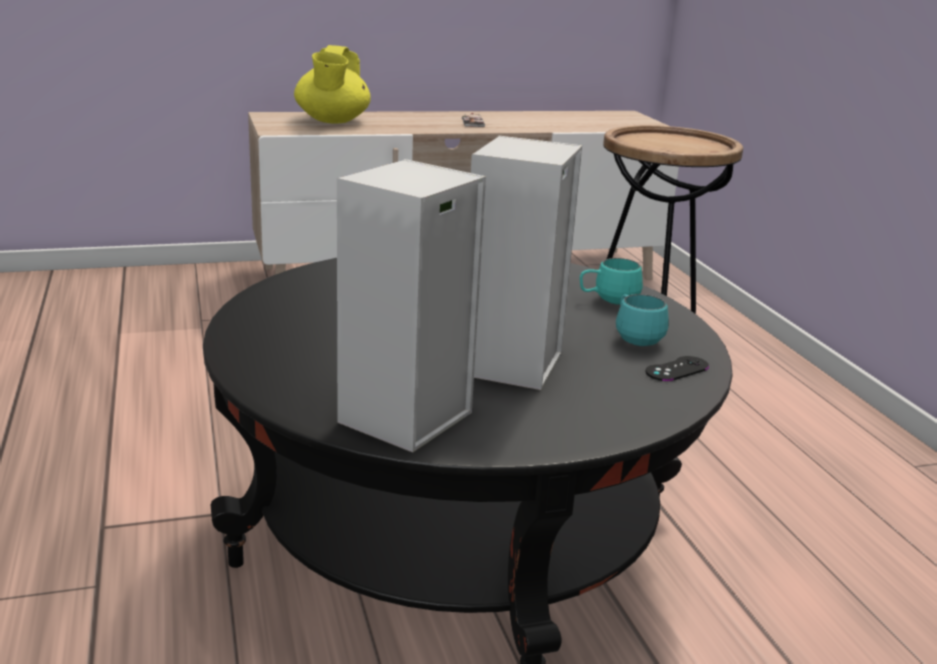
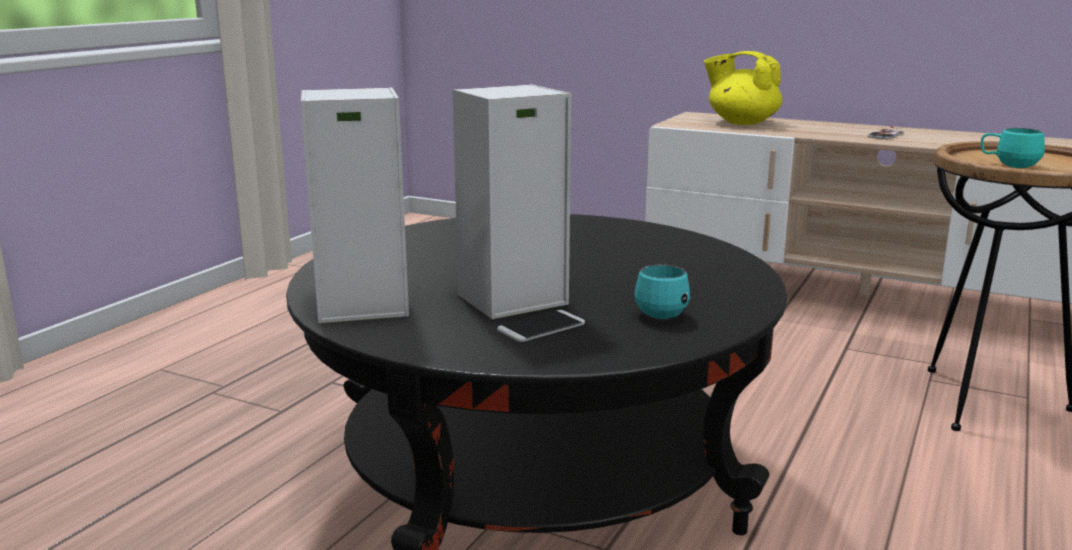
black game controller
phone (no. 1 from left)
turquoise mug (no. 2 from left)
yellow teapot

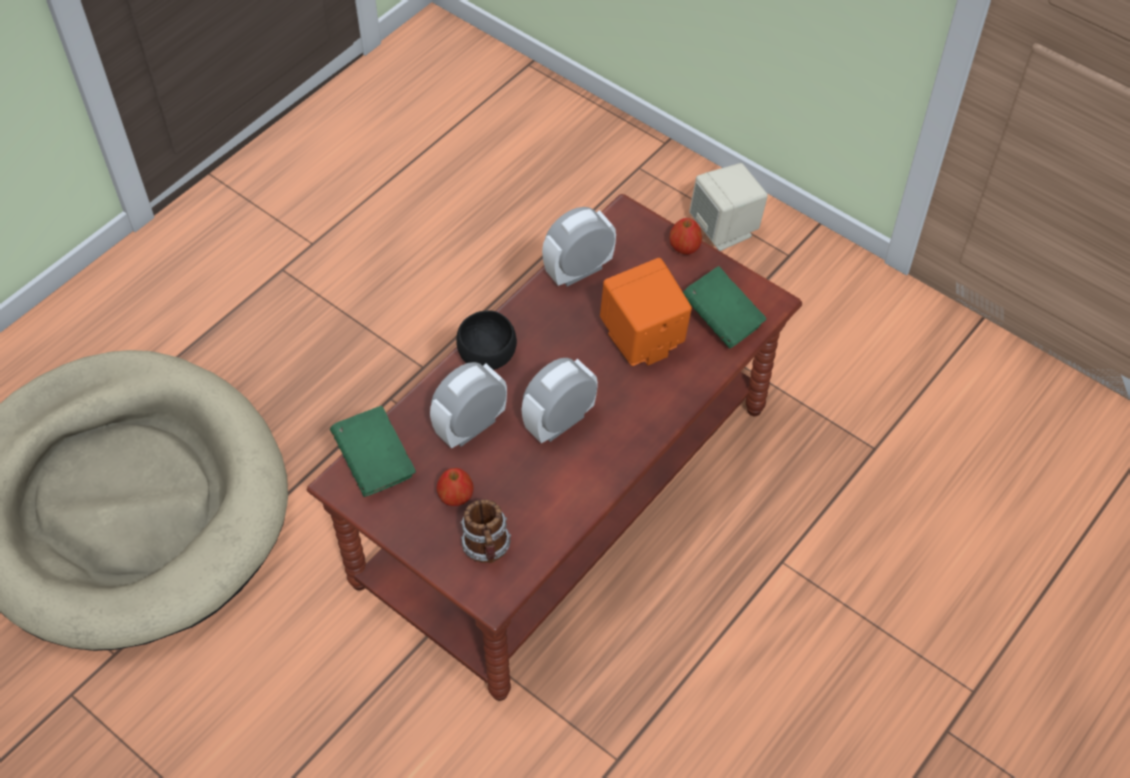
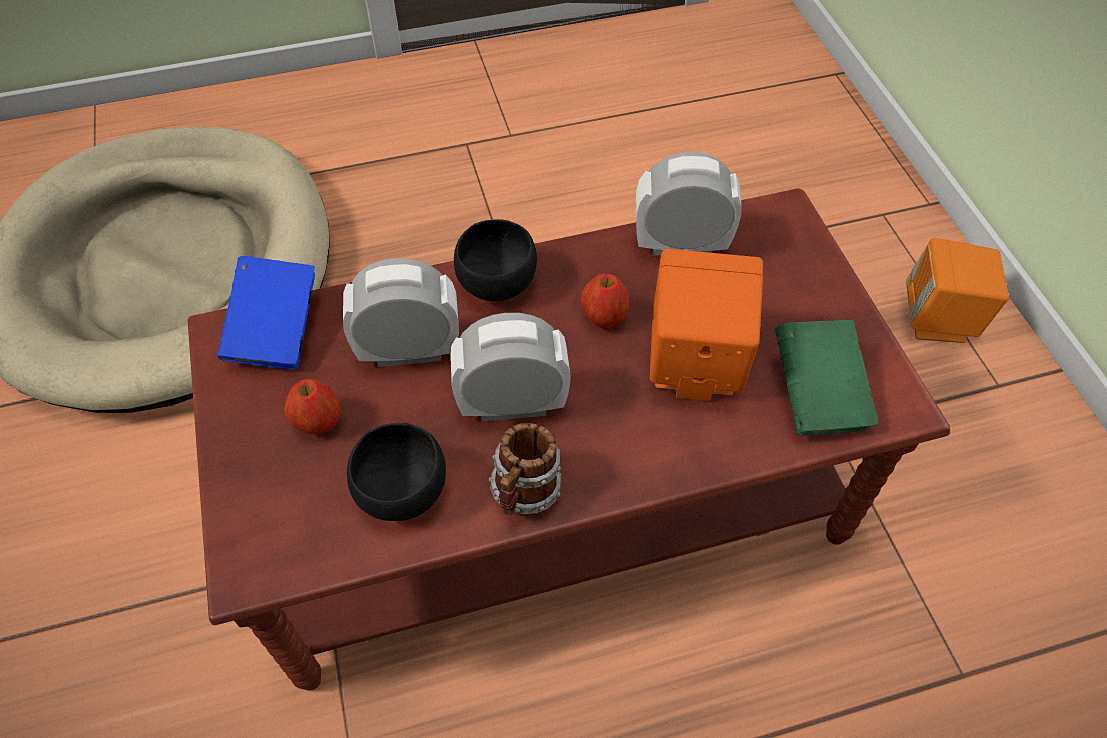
black bowl (no. 1 from left)
mug
apple (no. 2 from left)
blue book
orange speaker (no. 2 from left)

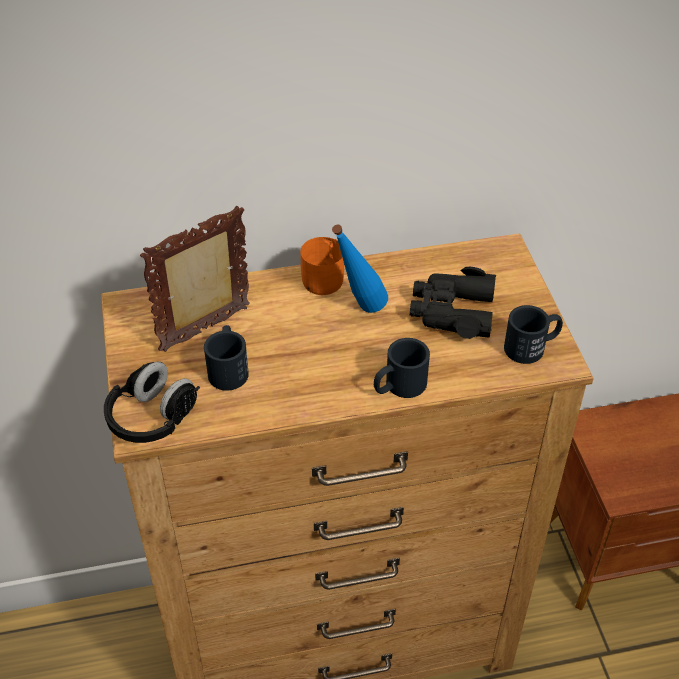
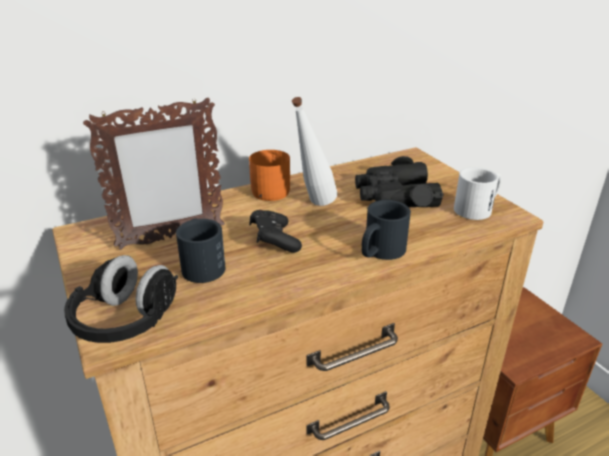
black game controller
white bottle
white mug
picture frame

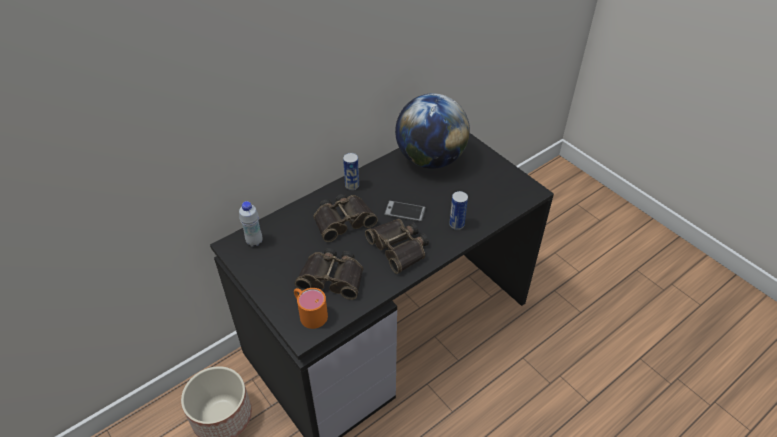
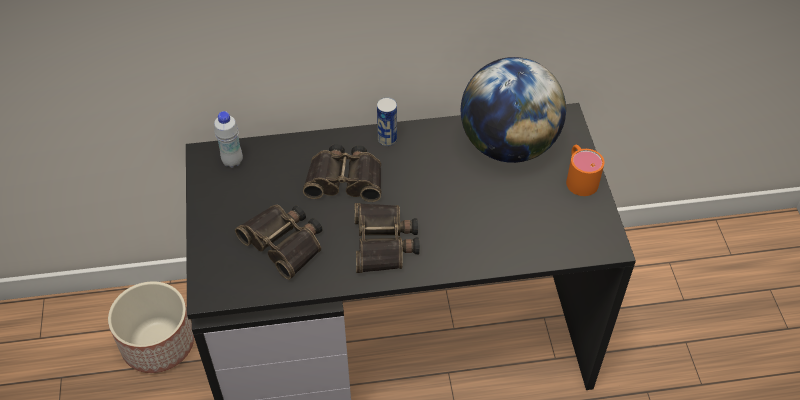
phone
can (no. 2 from left in the first image)
orange mug

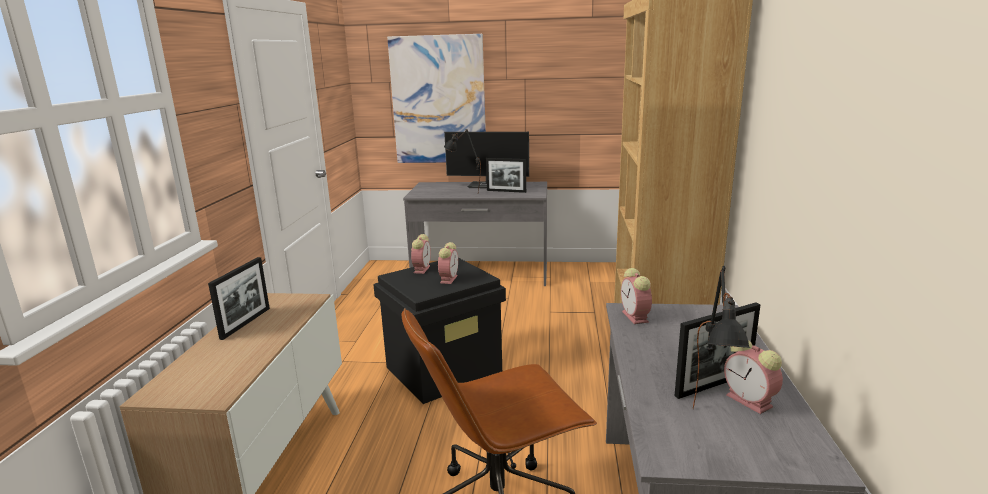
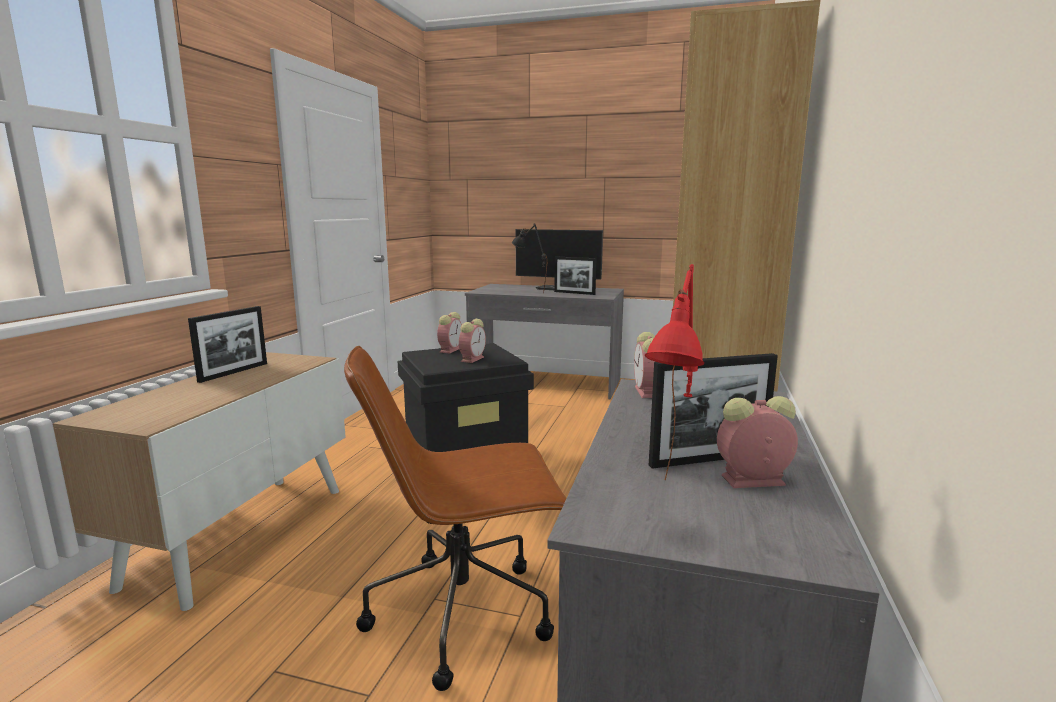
picture
red table lamp
alarm clock (no. 4 from left)

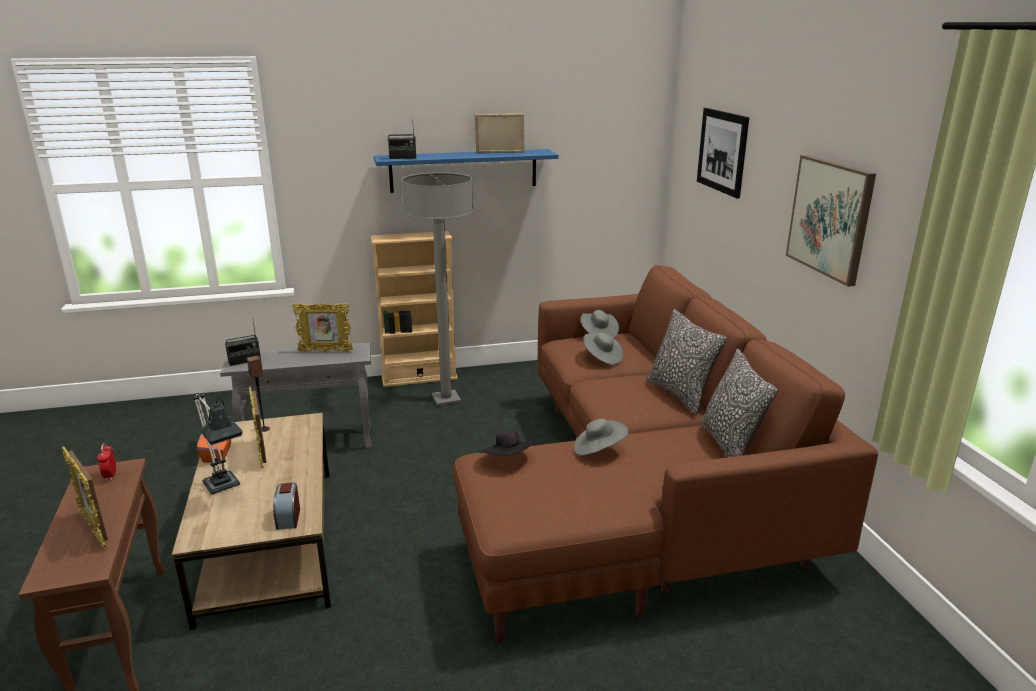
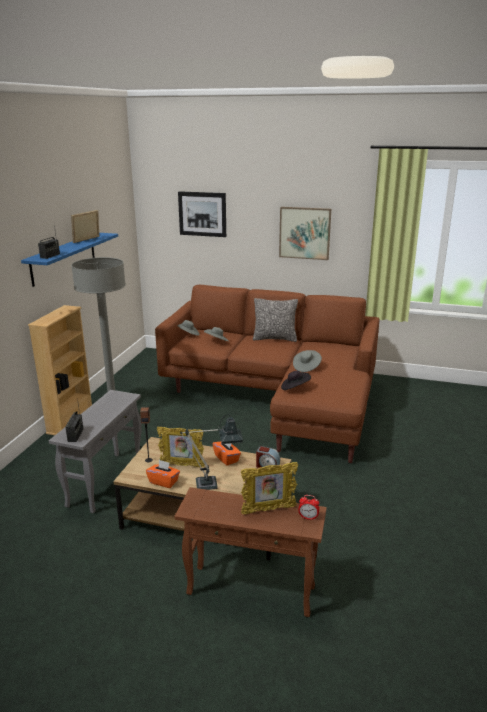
picture frame (no. 3 from left in the first image)
pillow (no. 2 from left in the first image)
orange tissue box (no. 2 from left)
alarm clock (no. 2 from left)

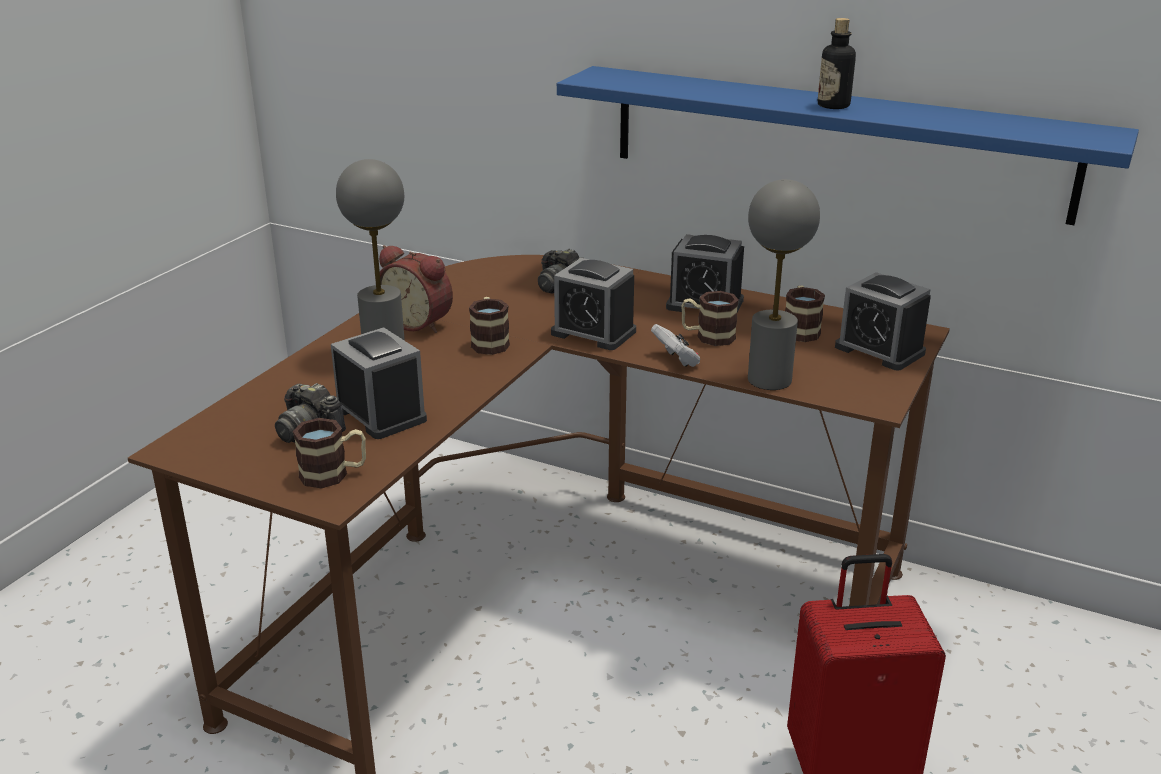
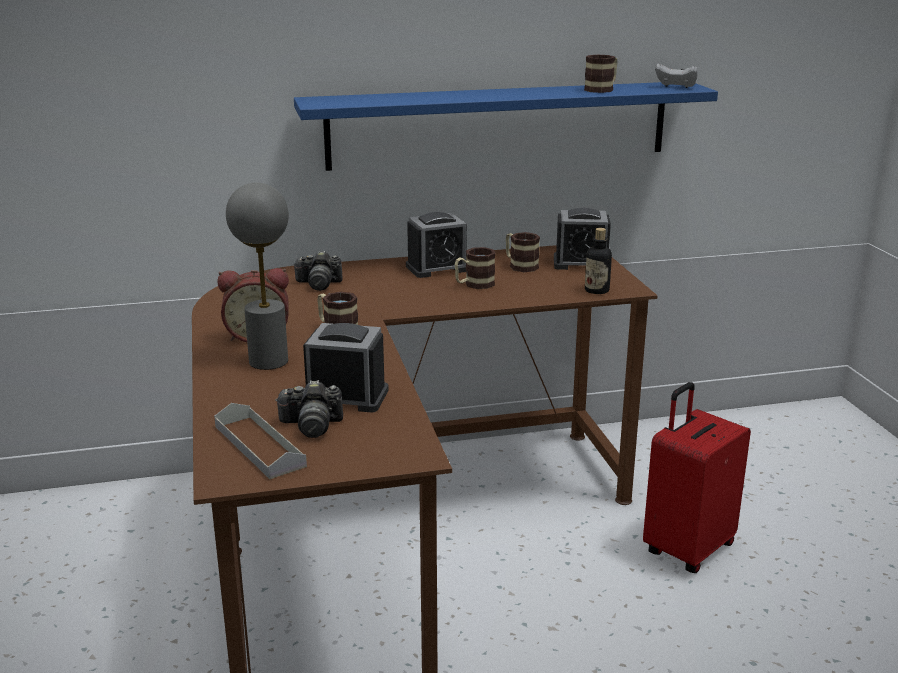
alarm clock (no. 3 from left in the first image)
grey table lamp (no. 2 from left in the first image)
grey tray
mug (no. 4 from left)
white game controller
bottle

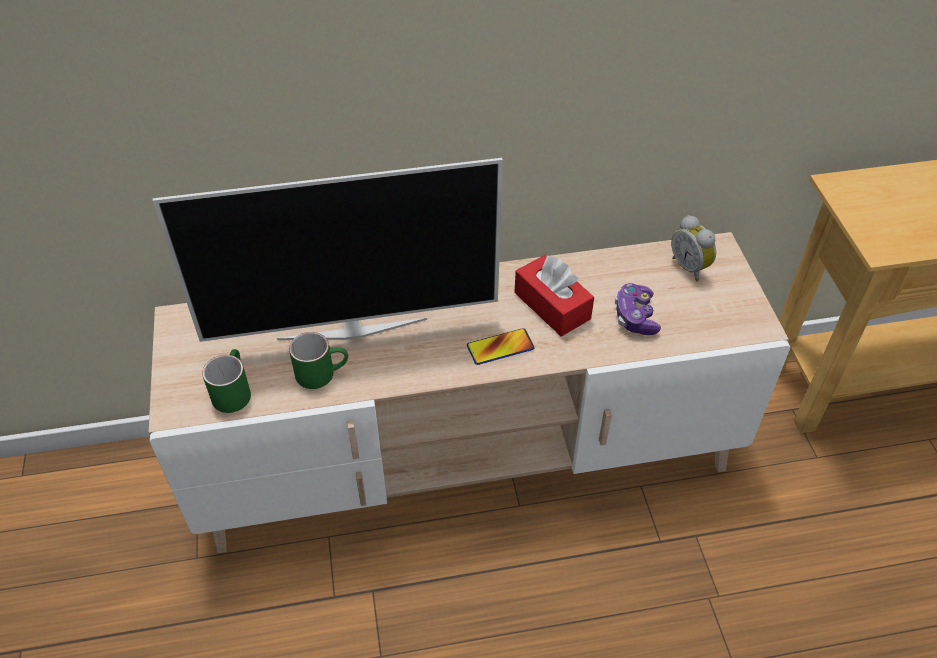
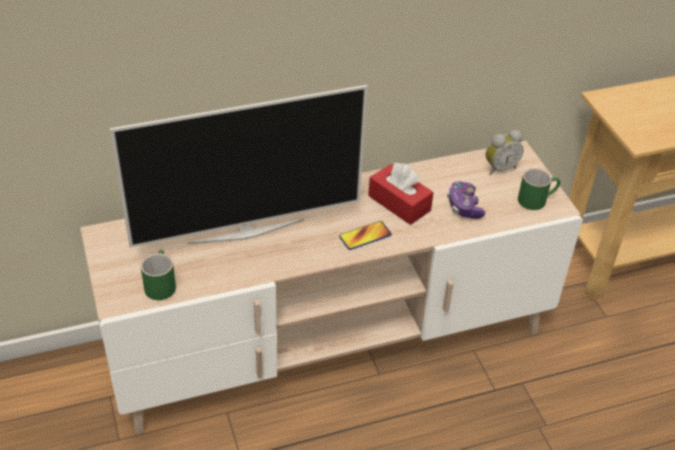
green mug (no. 2 from left)
alarm clock

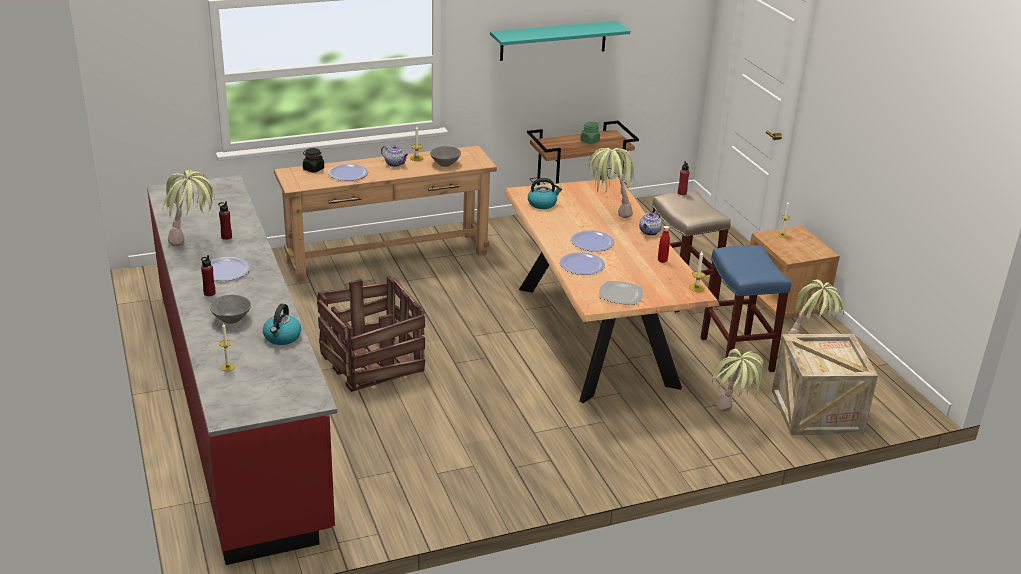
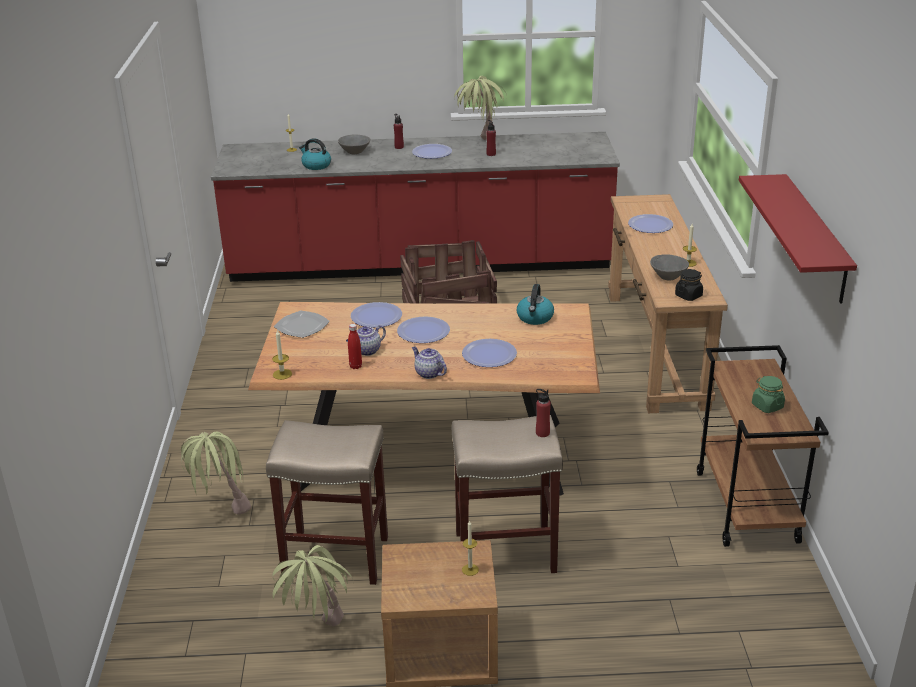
crate (no. 2 from left in the first image)
black jar
teapot (no. 1 from left)
plate (no. 5 from left)
red shelf
beige stool (no. 1 from left)

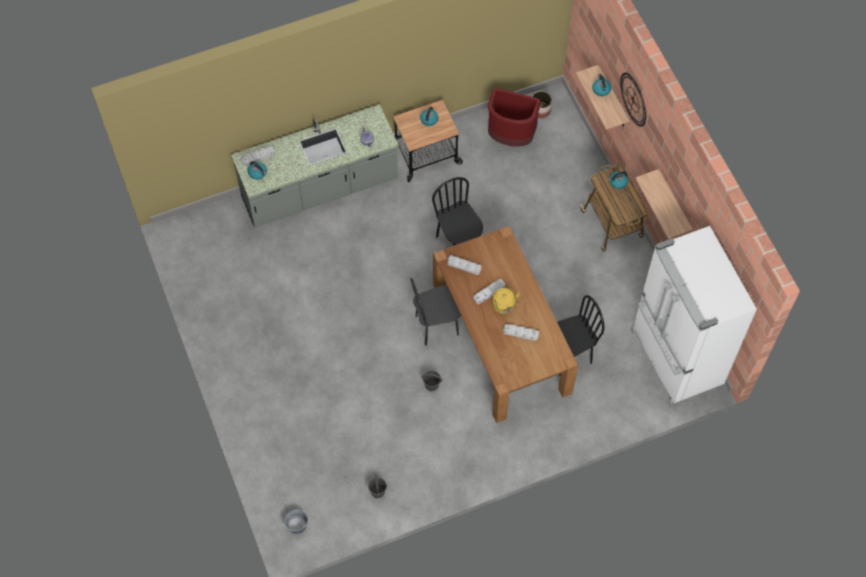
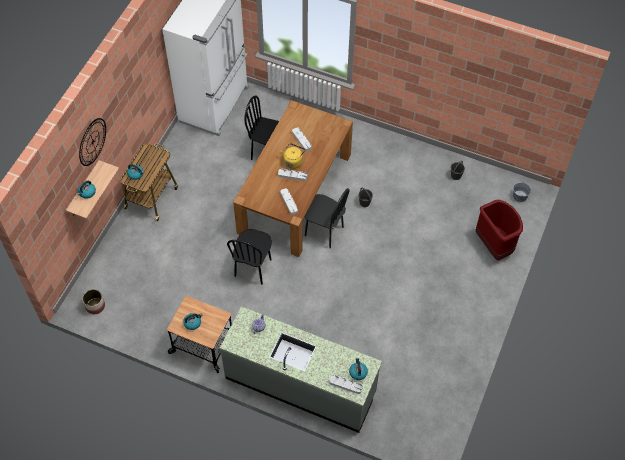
shelf (no. 2 from left in the first image)
red trash can

